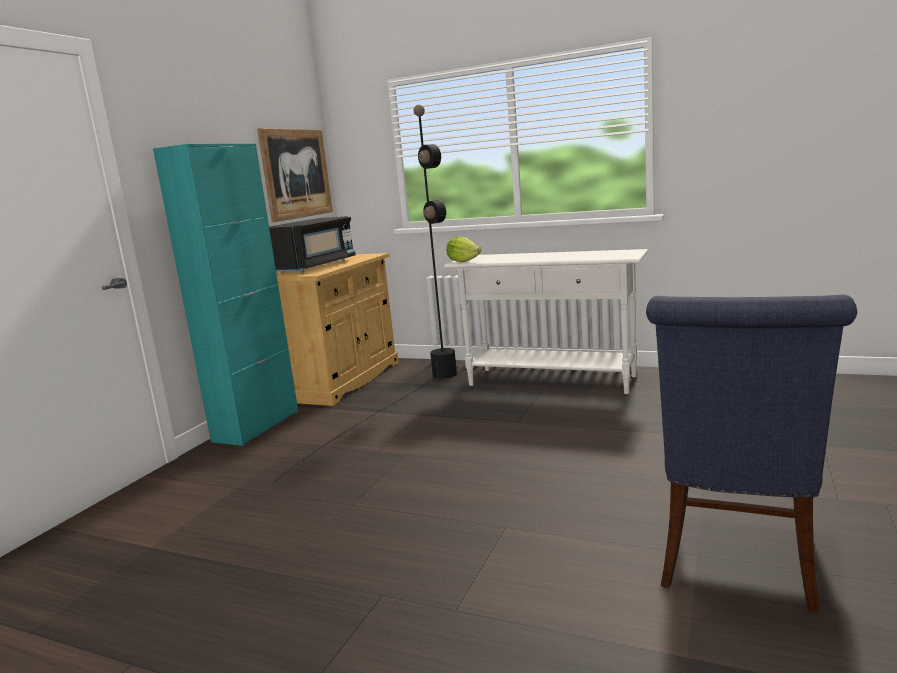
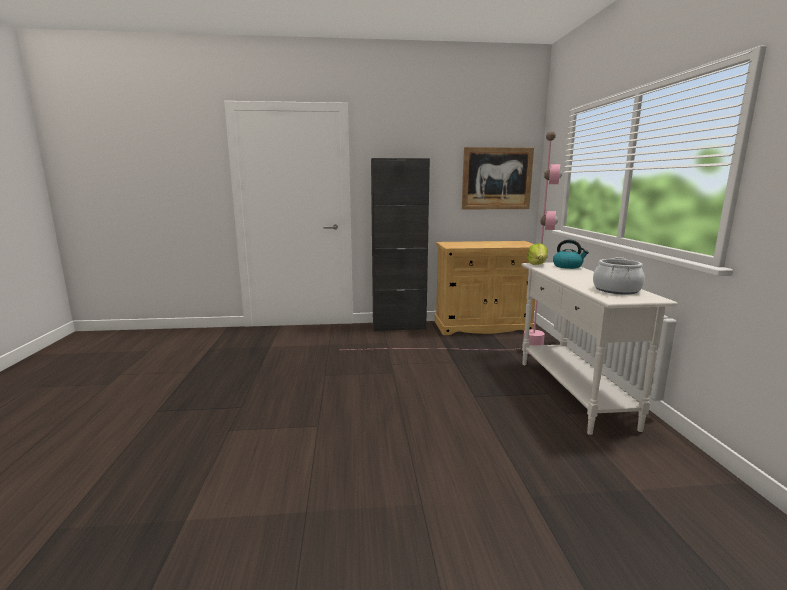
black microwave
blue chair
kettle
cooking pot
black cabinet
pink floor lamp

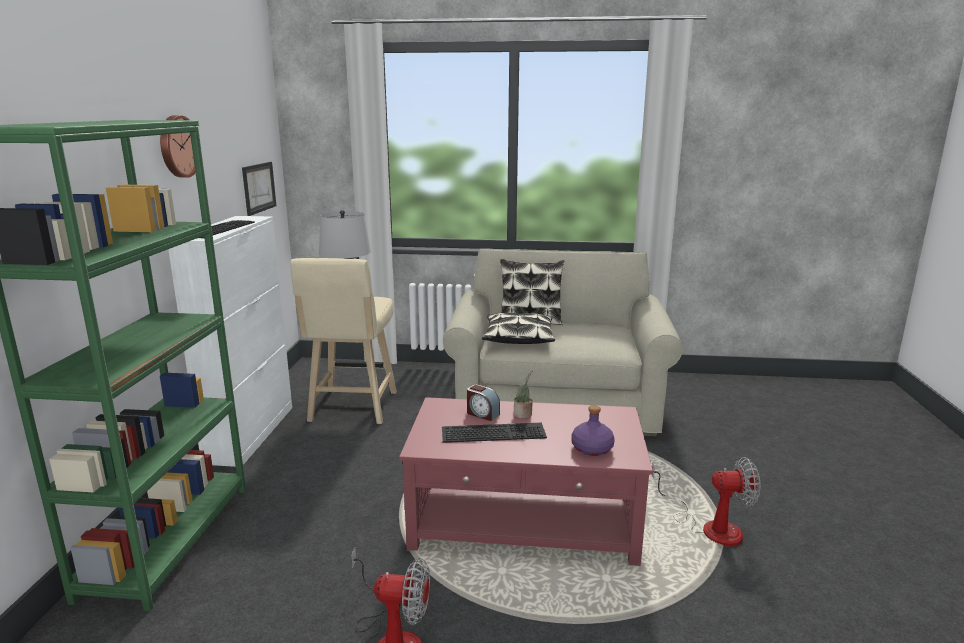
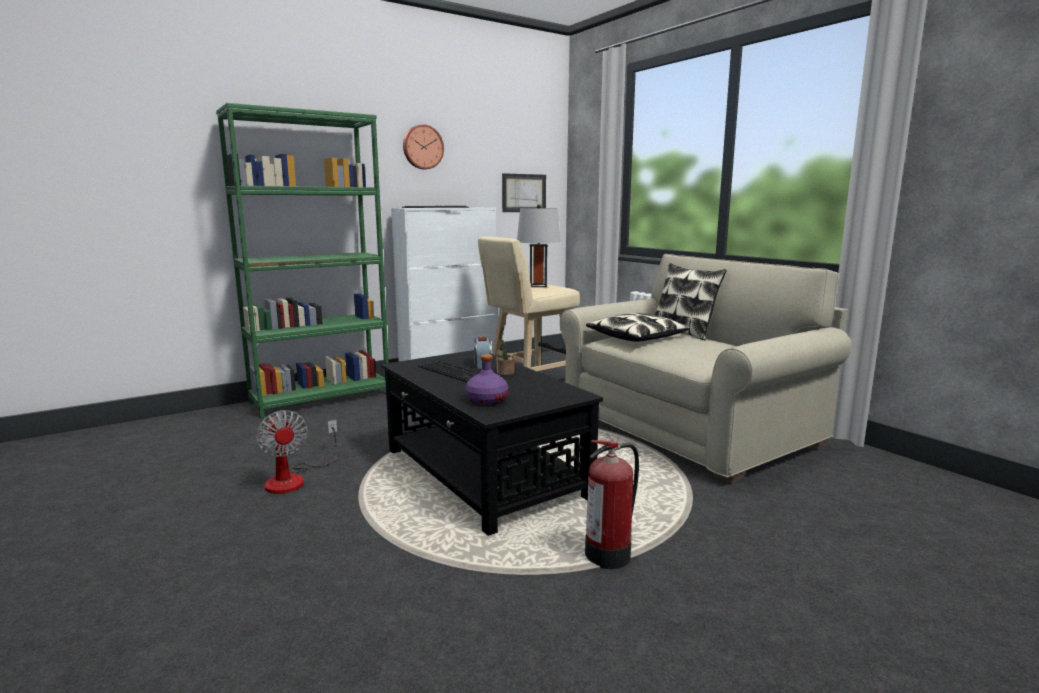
fire extinguisher
black coffee table

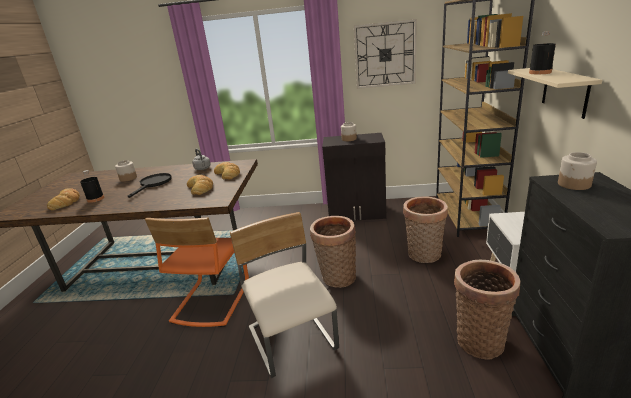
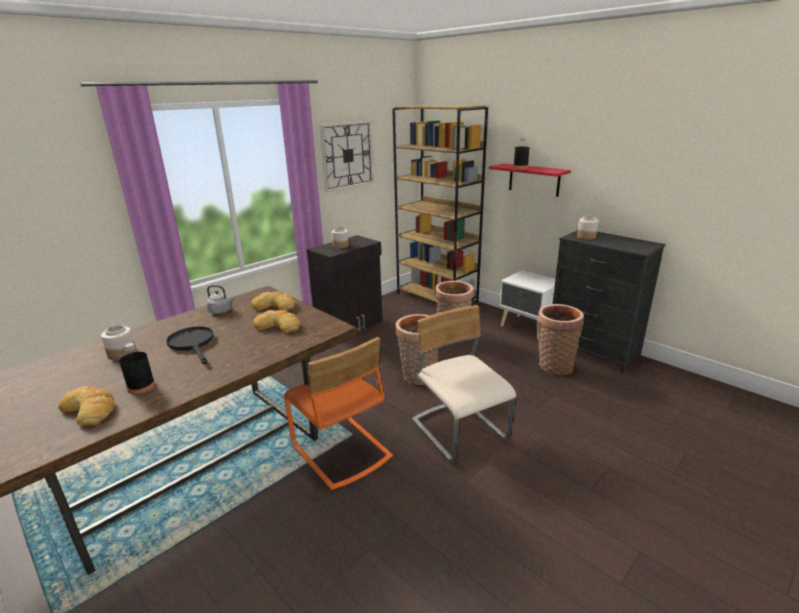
red shelf
beige chair

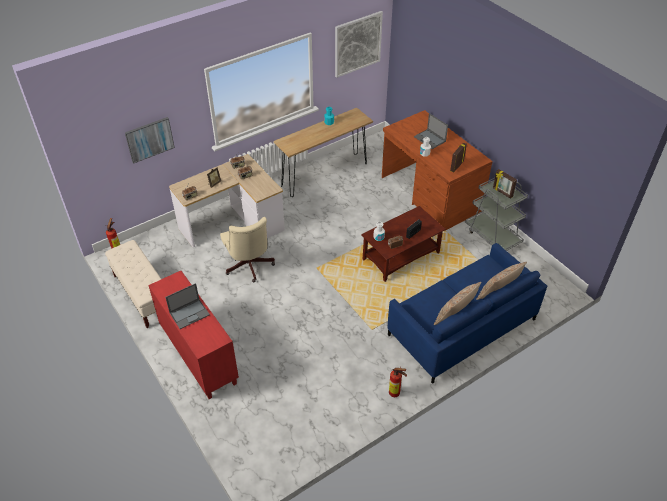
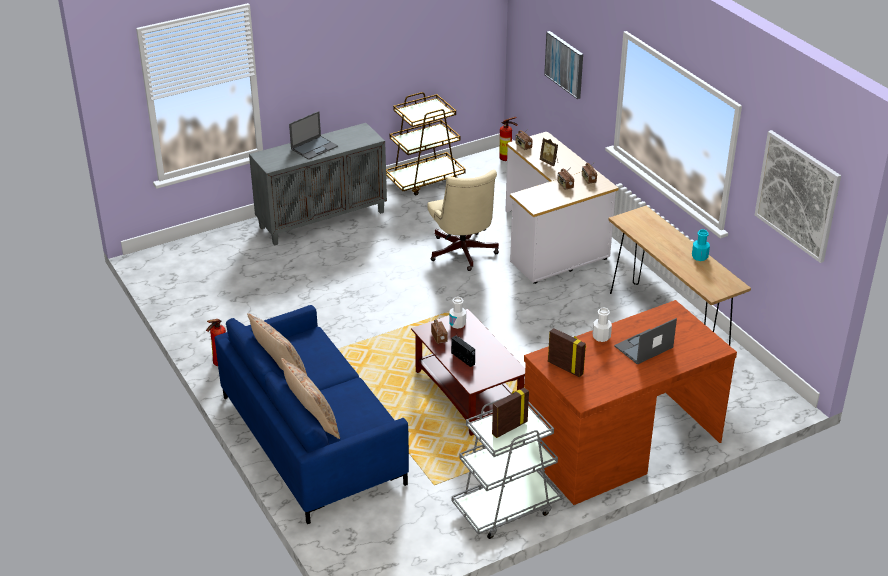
brown cart
grey cabinet
laptop (no. 1 from left)
beige office chair

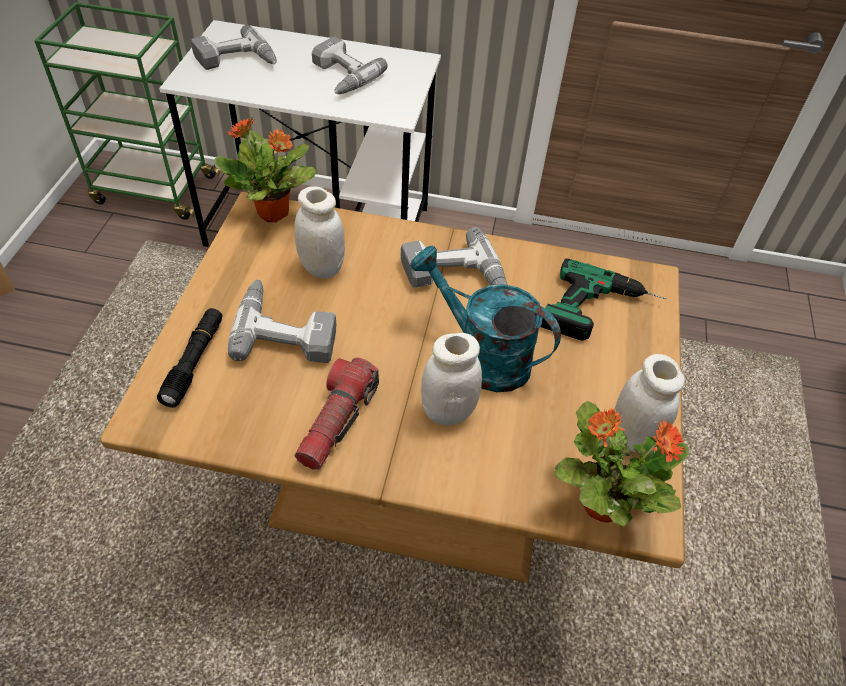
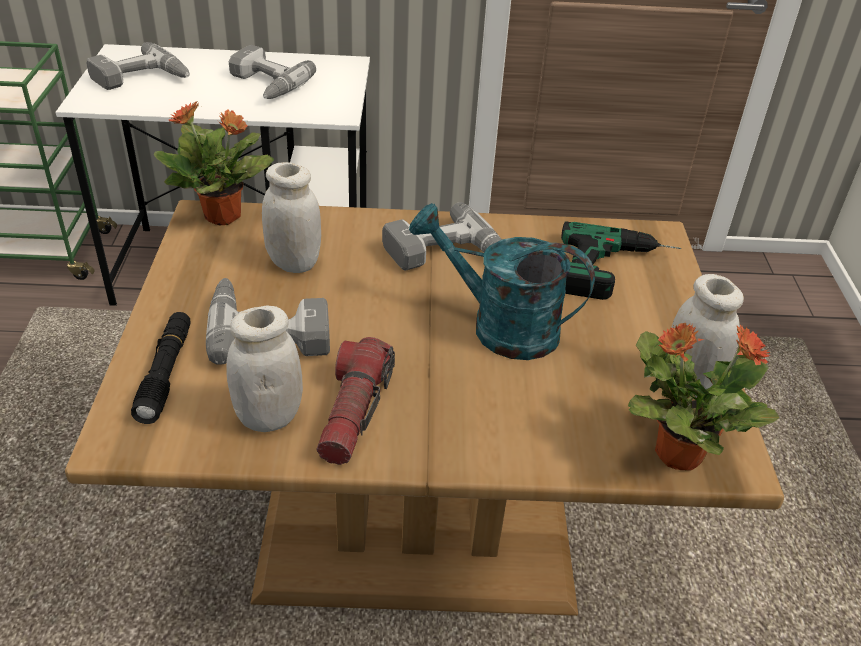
white jar (no. 1 from left)

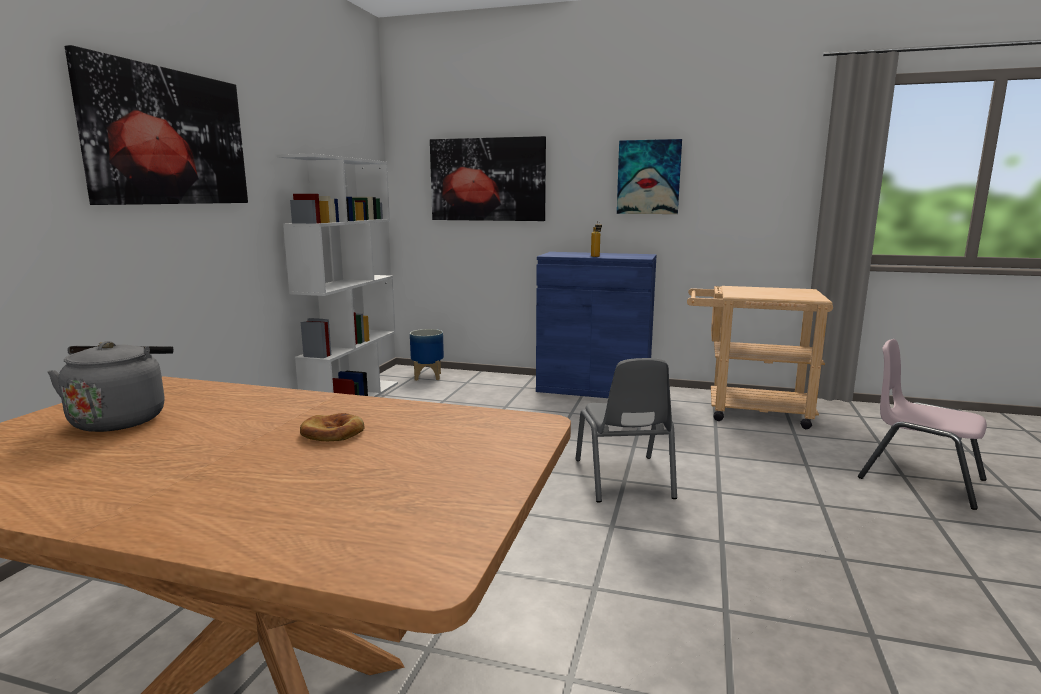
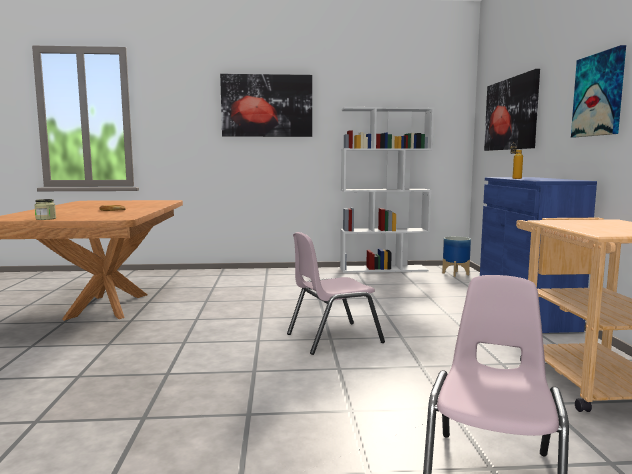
grey kettle
jar
pink chair (no. 1 from left)

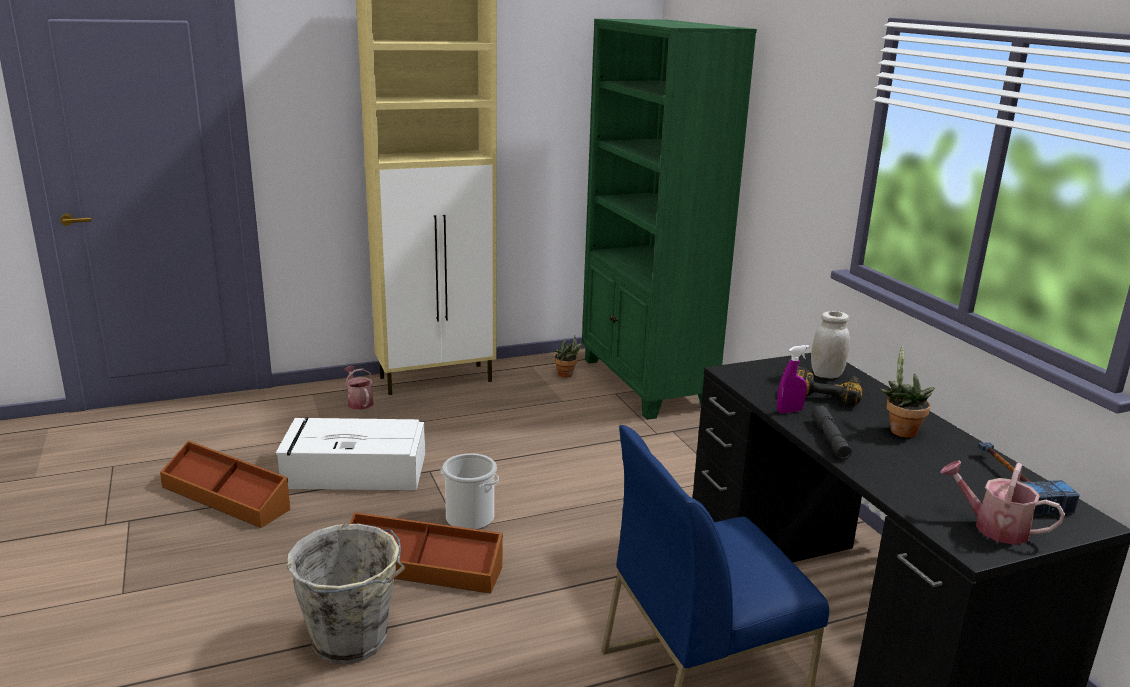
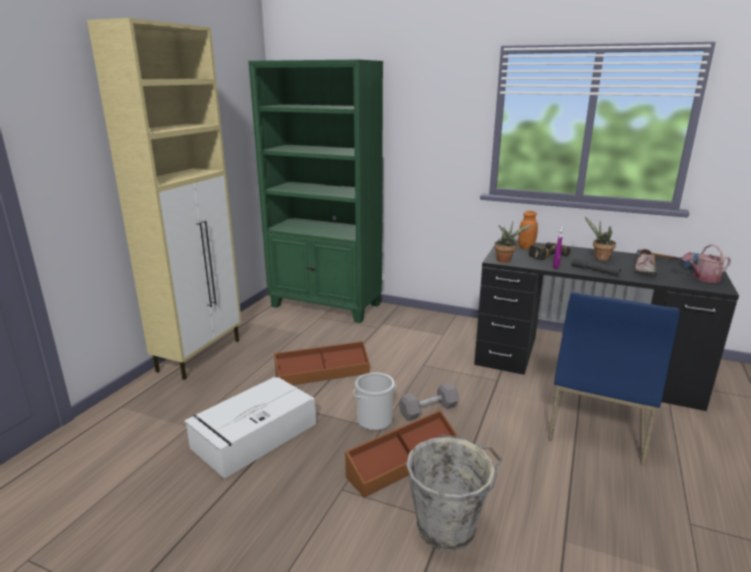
watering can (no. 1 from left in the first image)
grey dumbbell
shoe
brown storage box (no. 1 from left)
potted plant (no. 1 from left)
orange jar

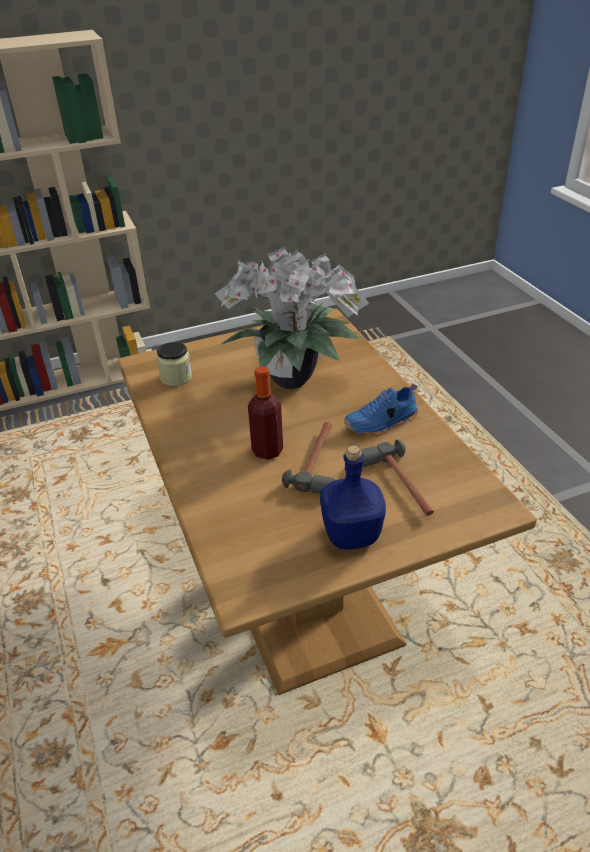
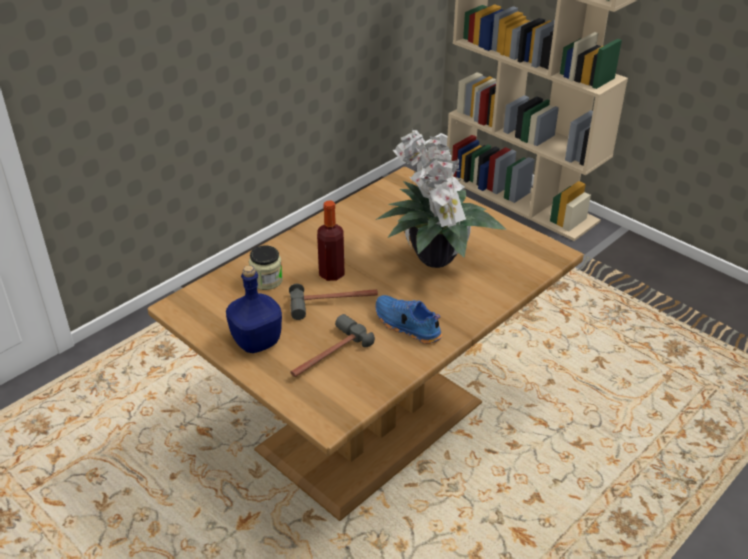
jar

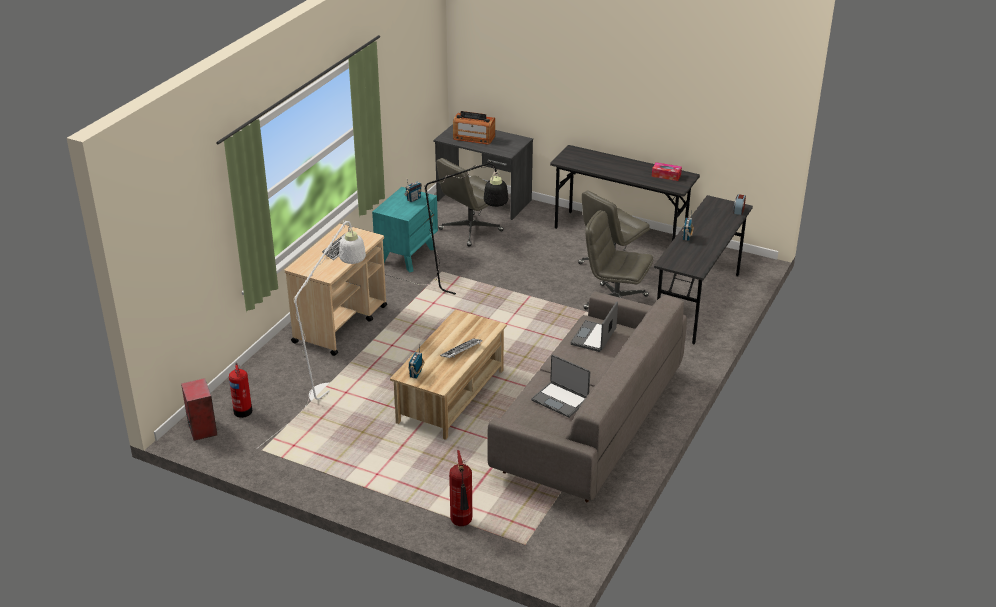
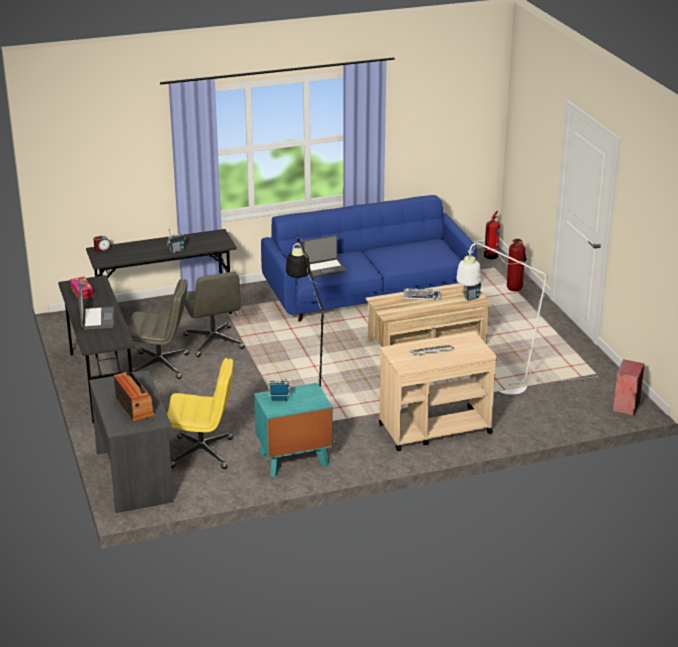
fire extinguisher (no. 1 from left)
laptop (no. 1 from left)
yellow office chair
blue sofa

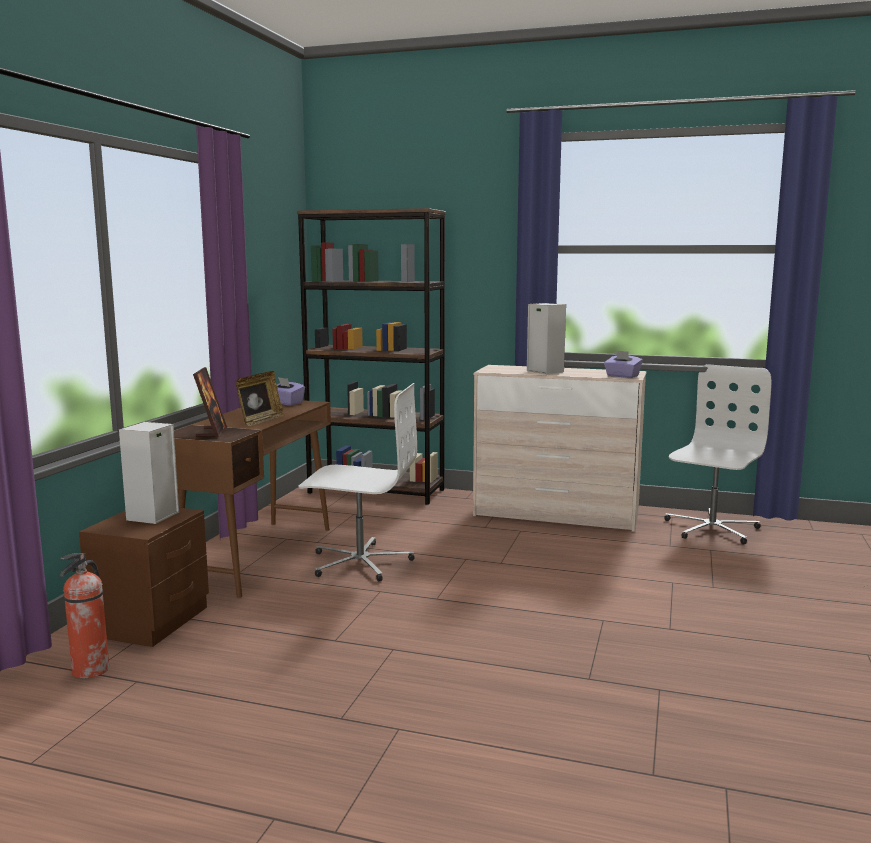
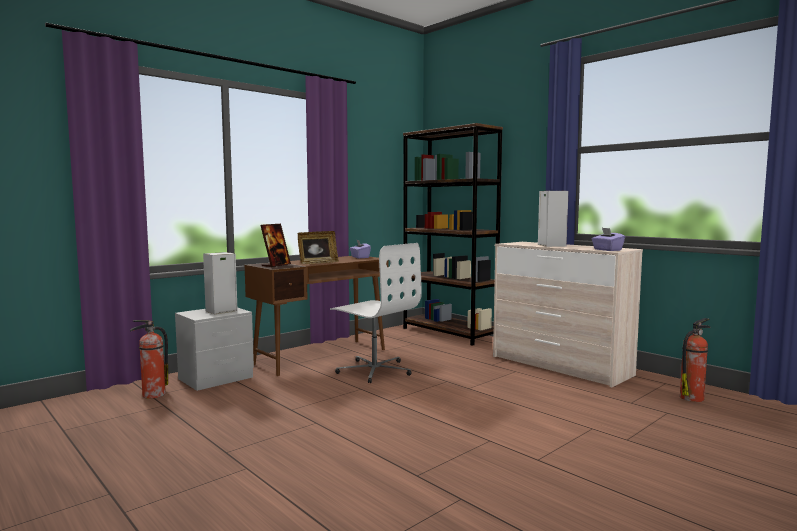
fire extinguisher (no. 2 from left)
grey nightstand

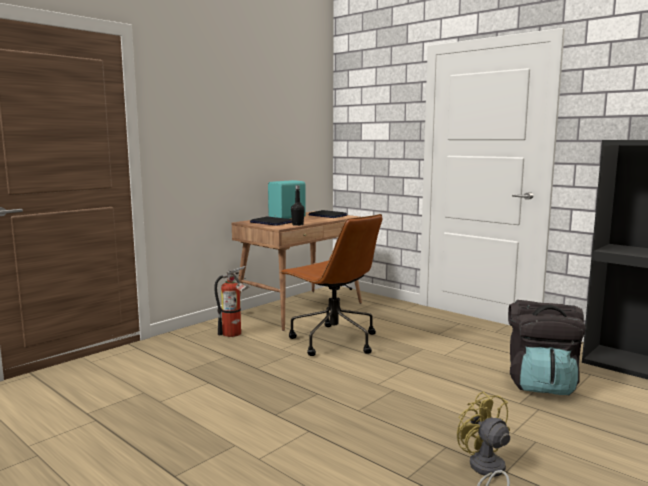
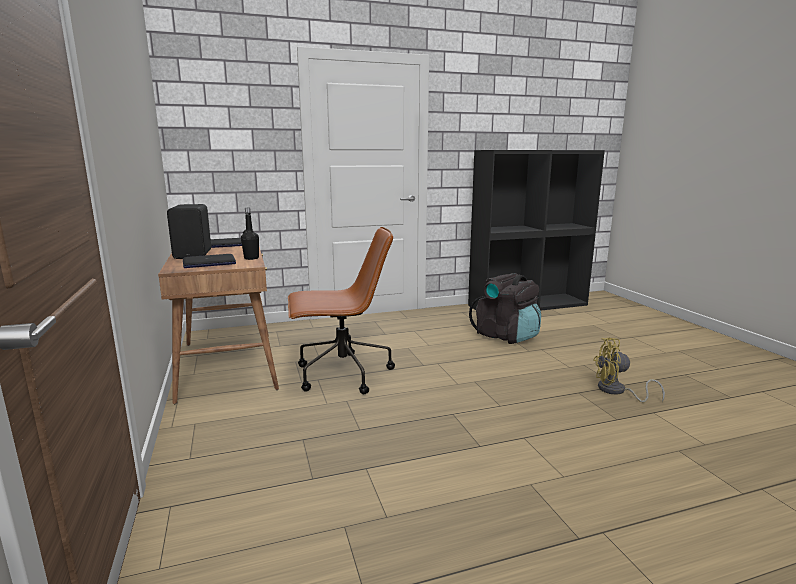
fire extinguisher
black speaker

